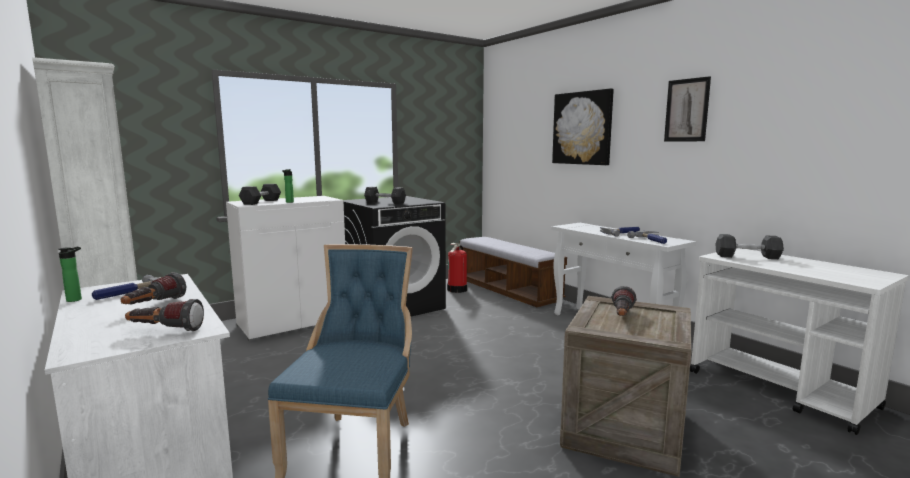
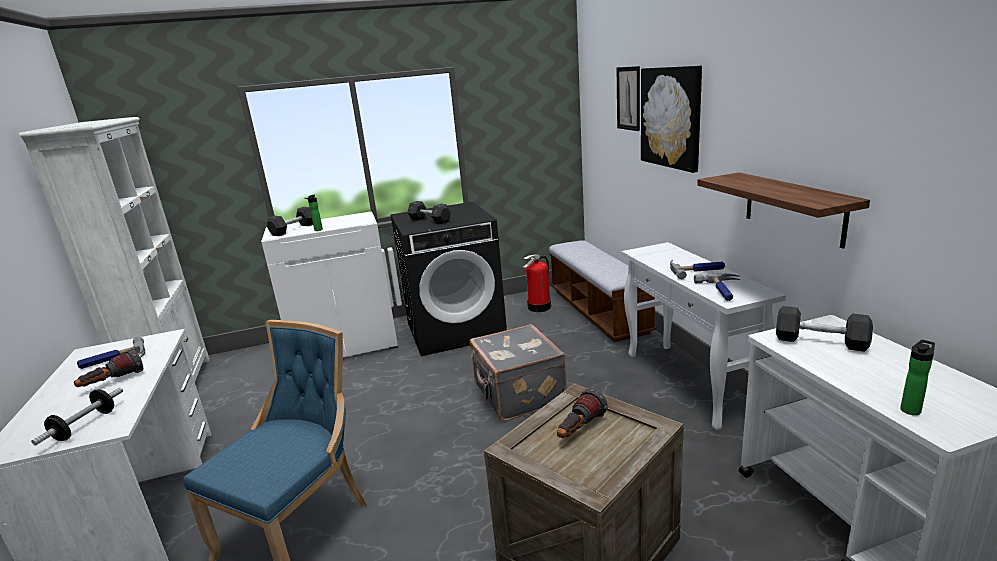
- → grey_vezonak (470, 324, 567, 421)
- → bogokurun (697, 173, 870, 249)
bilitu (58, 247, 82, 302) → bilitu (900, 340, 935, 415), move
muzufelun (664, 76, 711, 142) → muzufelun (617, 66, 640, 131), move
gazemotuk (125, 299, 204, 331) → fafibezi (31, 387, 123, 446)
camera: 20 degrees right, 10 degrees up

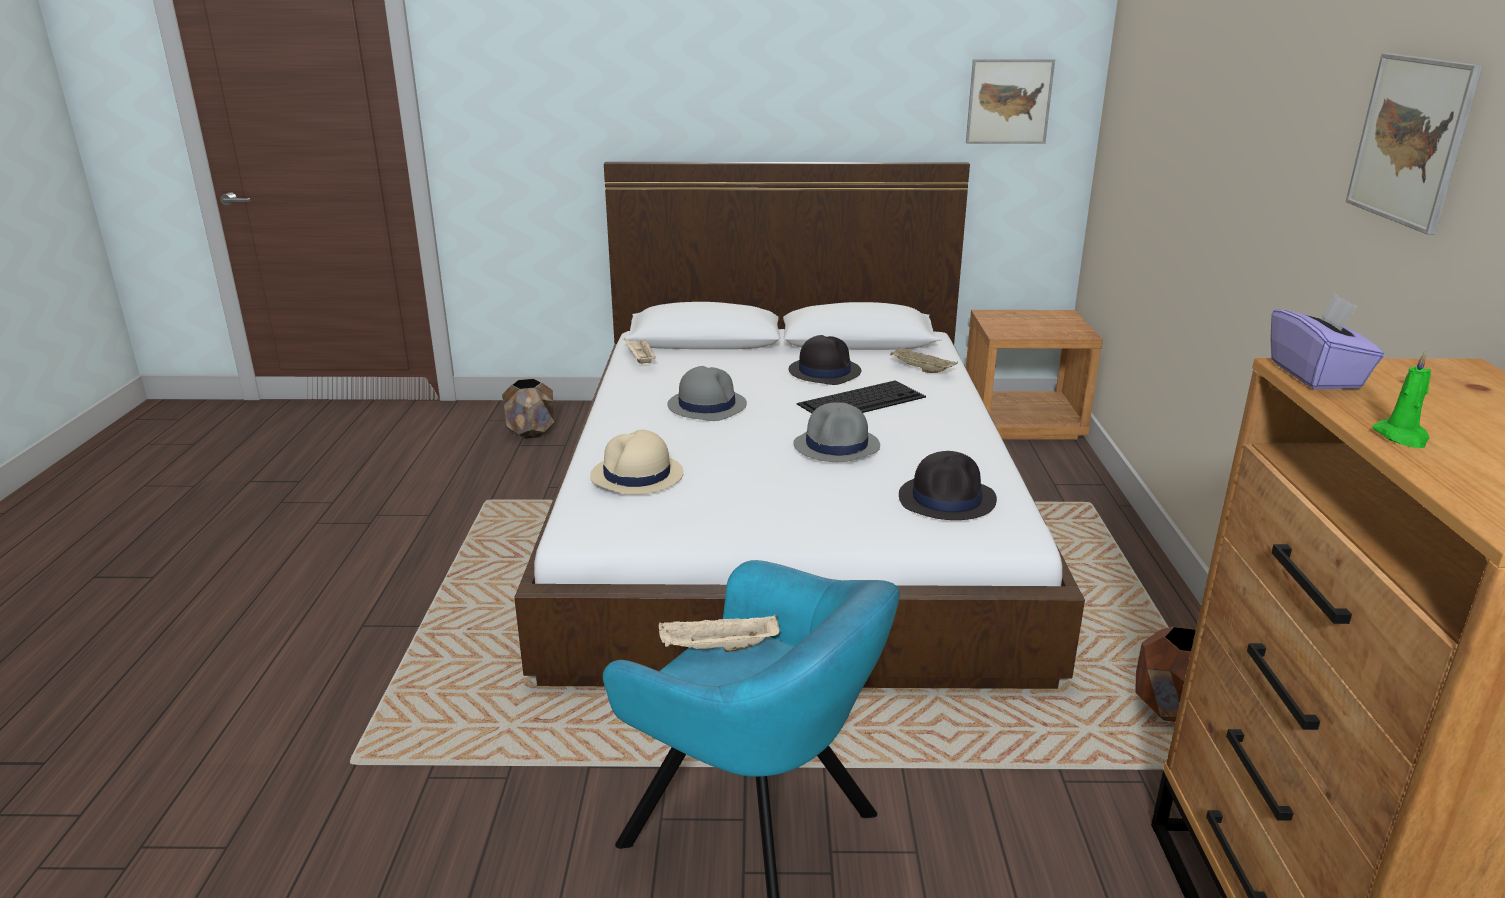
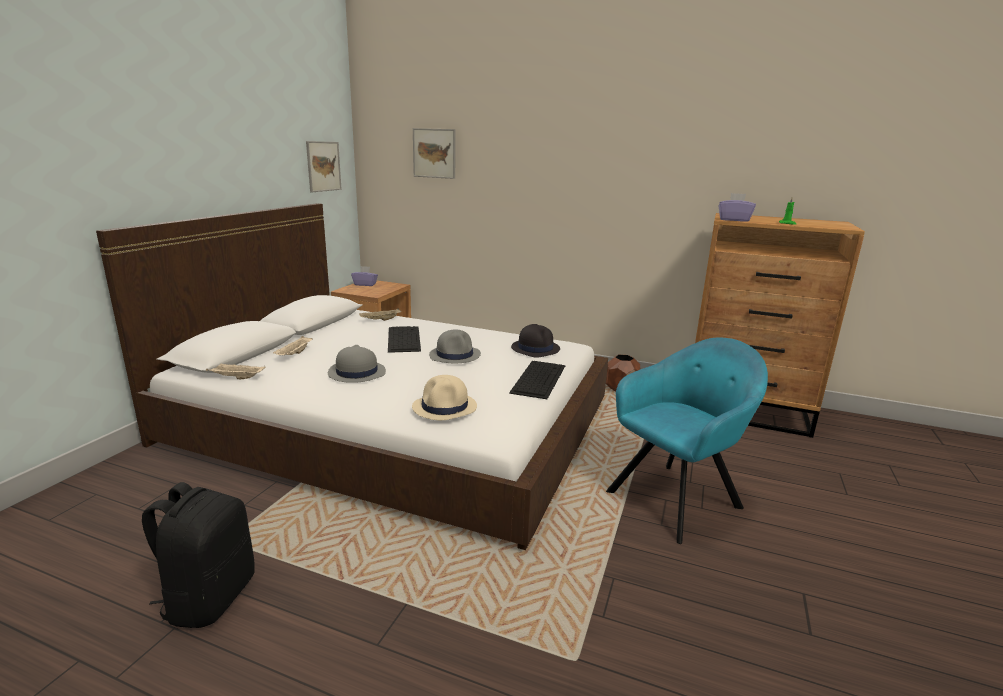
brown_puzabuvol (502, 379, 555, 439) → -
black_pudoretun (789, 335, 861, 385) → -
- → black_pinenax (142, 482, 255, 628)
- → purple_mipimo (351, 266, 378, 286)
- → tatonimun (509, 361, 565, 399)
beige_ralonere (658, 614, 780, 652) → beige_ralonere (273, 336, 312, 355), move
muzufelun (1346, 53, 1483, 235) → muzufelun (413, 128, 455, 179), move
camera: 70 degrees left, 5 degrees down

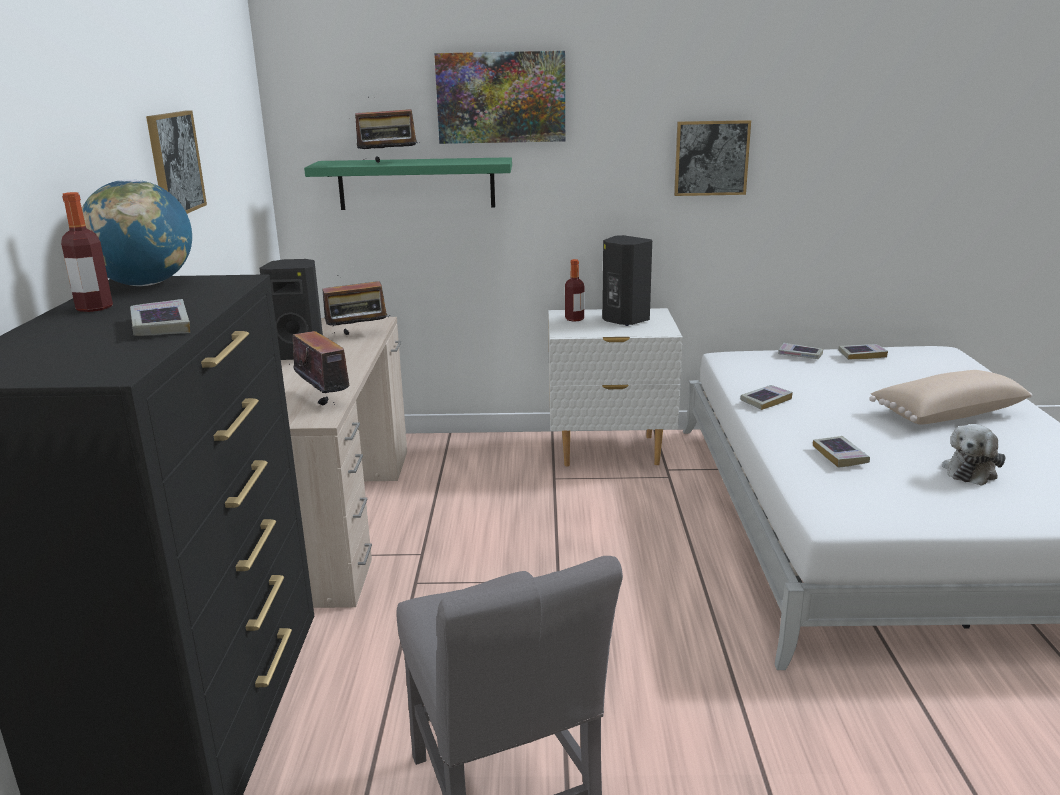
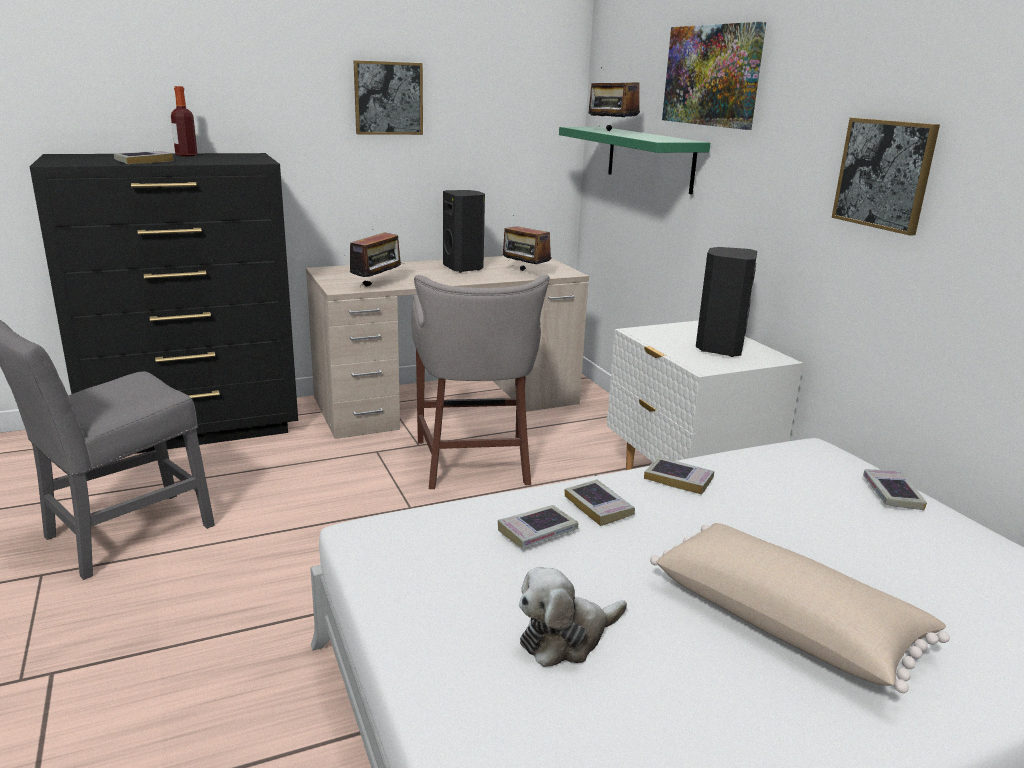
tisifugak (82, 179, 192, 286) → -
bilitu (565, 259, 584, 322) → -
- → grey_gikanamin (411, 275, 550, 489)
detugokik (838, 344, 888, 360) → detugokik (565, 480, 635, 526), move
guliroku (942, 424, 1006, 486) → guliroku (519, 567, 627, 667), 45 degrees counterclockwise
camera: 65 degrees right, 0 degrees up

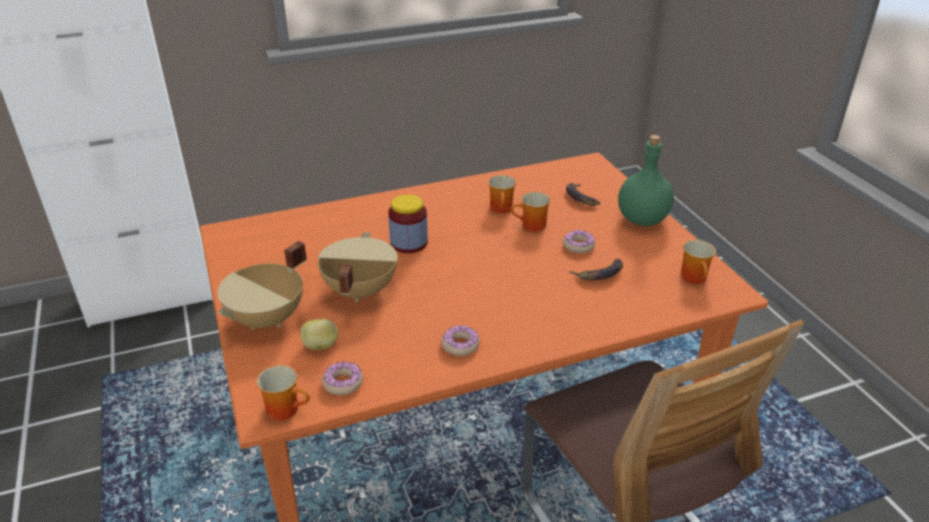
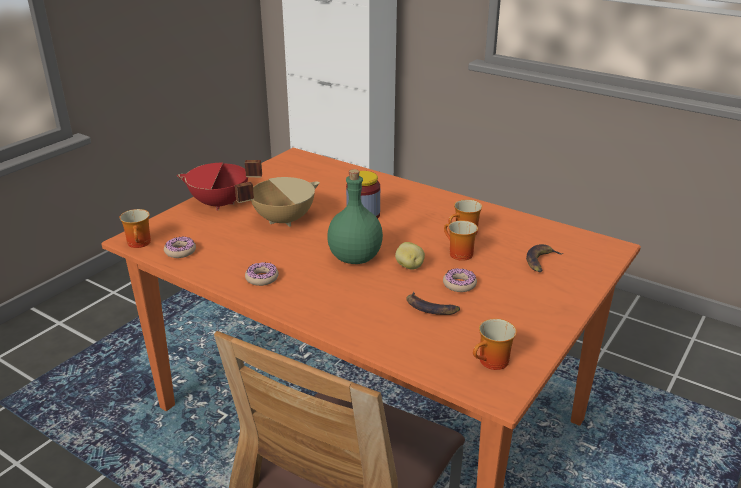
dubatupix (300, 319, 338, 350) → dubatupix (395, 242, 425, 270), move
green_bilitu (618, 135, 674, 226) → green_bilitu (327, 169, 383, 264), move
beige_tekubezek (218, 241, 307, 330) → red_tekubezek (177, 160, 262, 210)
camera: 55 degrees right, 5 degrees down

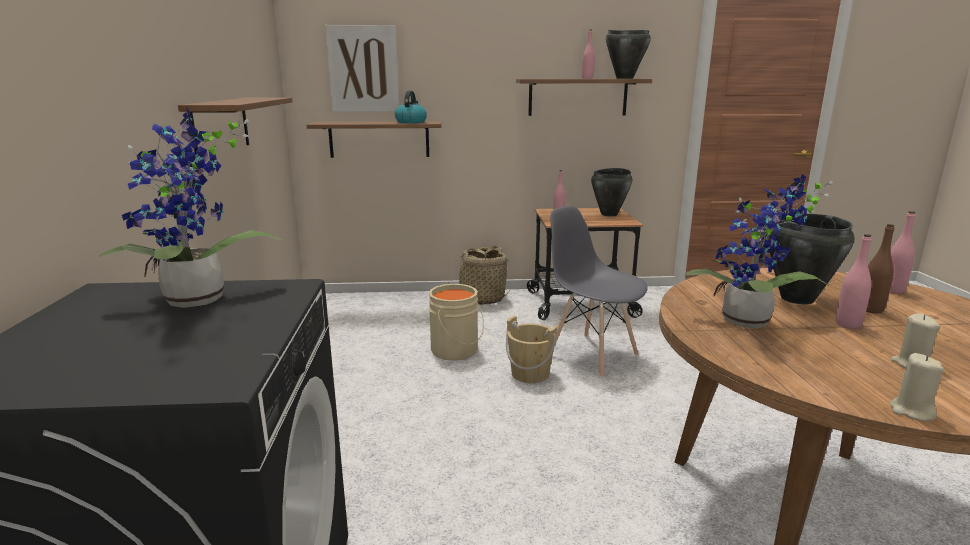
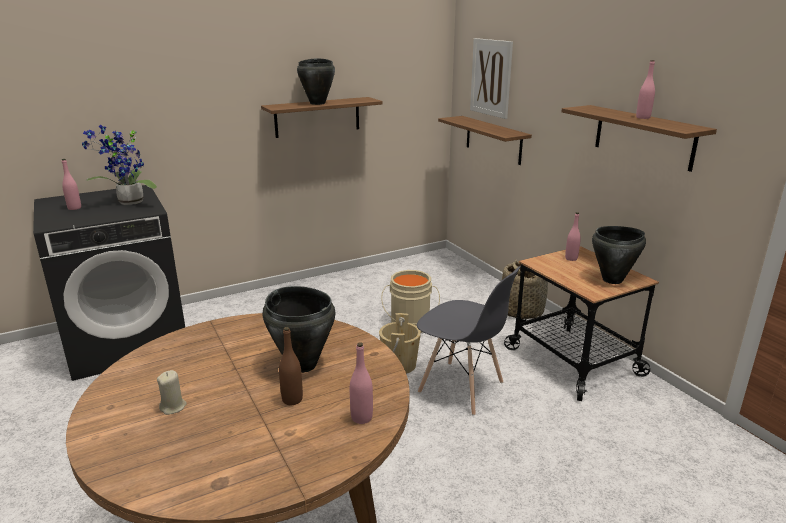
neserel (395, 91, 427, 123) → -
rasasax (684, 174, 833, 328) → -
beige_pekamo (889, 353, 944, 421) → -
black_tekubezek (606, 30, 651, 79) → black_tekubezek (297, 58, 335, 105), move
pink_bilitu (835, 234, 872, 329) → pink_bilitu (62, 159, 81, 210), move
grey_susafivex (550, 206, 648, 377) → grey_susafivex (417, 266, 521, 416), 105 degrees clockwise
camera: 65 degrees right, 5 degrees up

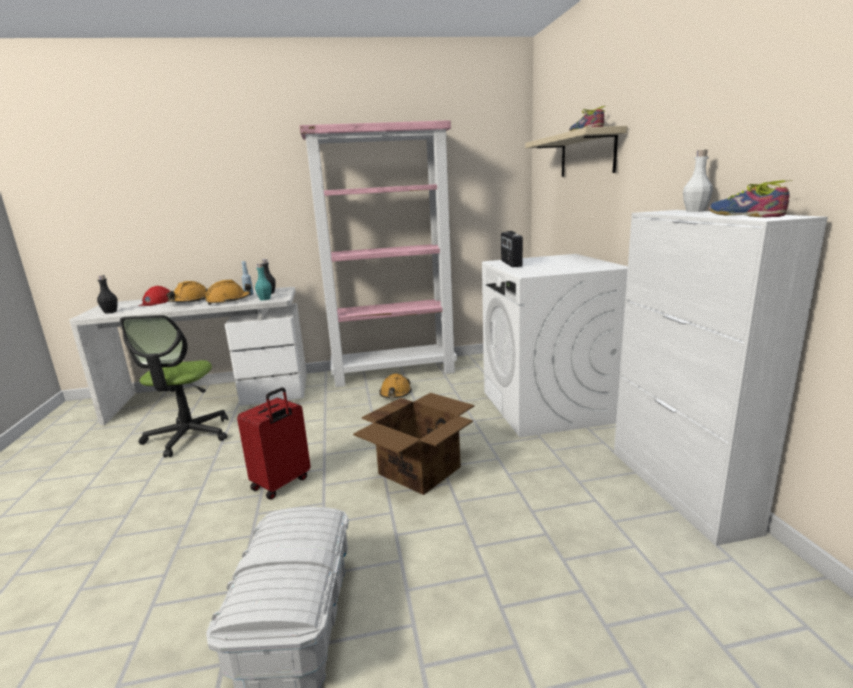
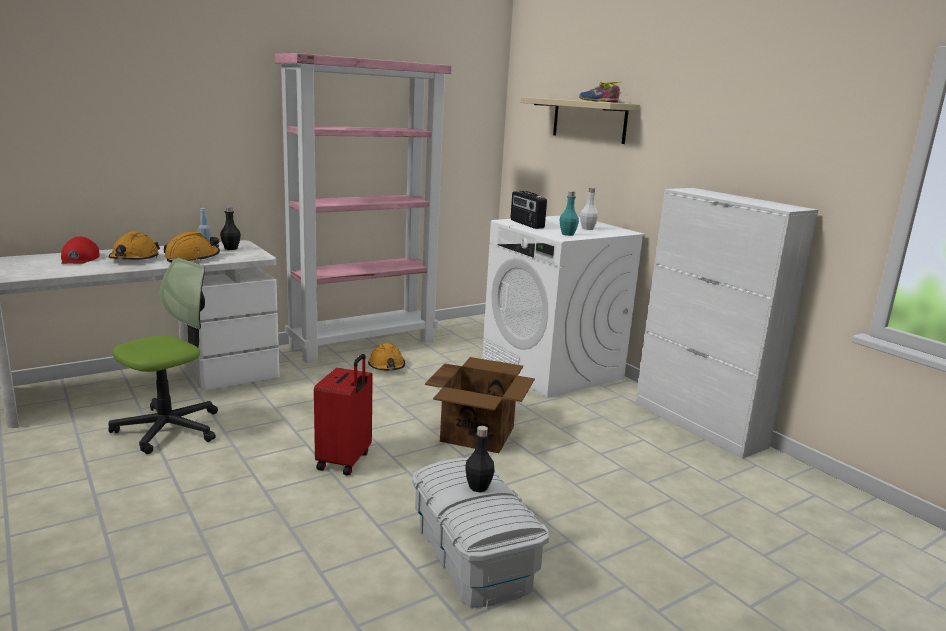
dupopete (709, 180, 793, 217) → -
black_bilitu (97, 275, 118, 314) → black_bilitu (465, 426, 494, 492), move
turquoise_bilitu (255, 263, 272, 300) → turquoise_bilitu (560, 191, 579, 236), move
white_bilitu (683, 150, 713, 212) → white_bilitu (580, 188, 599, 230), move
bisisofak (120, 315, 228, 457) → bisisofak (108, 258, 218, 454), 120 degrees counterclockwise
camera: 25 degrees left, 0 degrees up

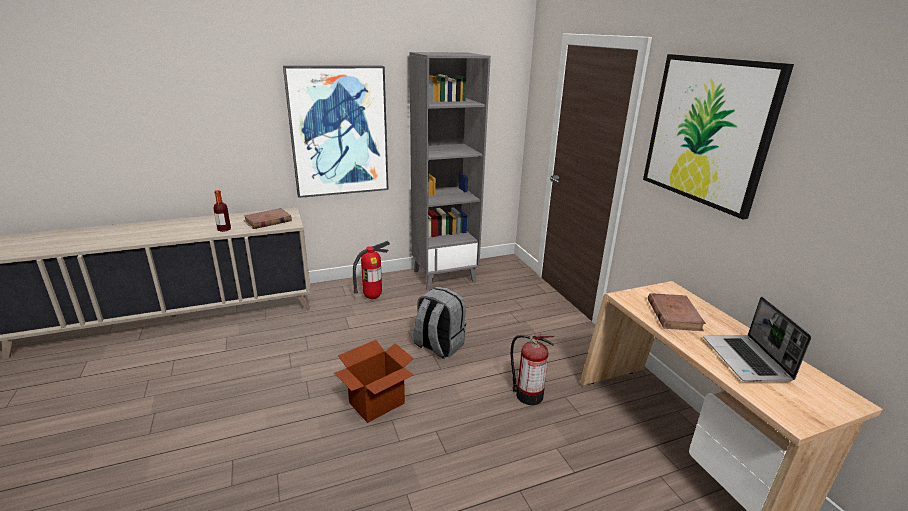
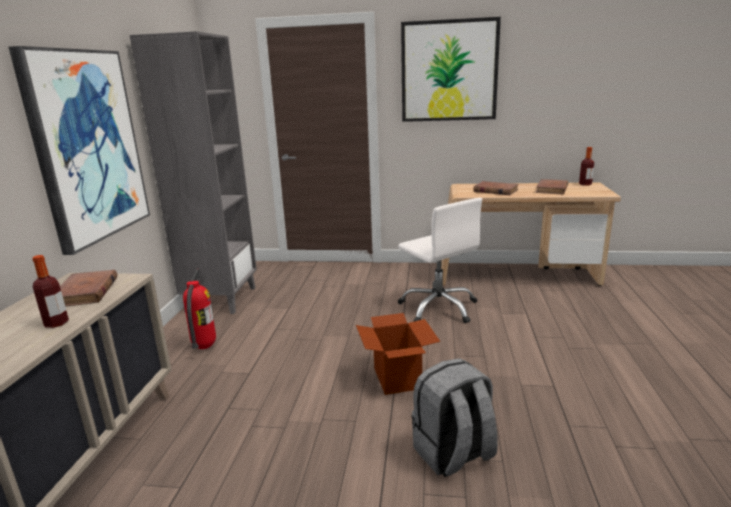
- → bilitu (579, 147, 594, 186)
grey_pinenax (413, 287, 466, 359) → grey_pinenax (412, 358, 498, 477), move
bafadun (511, 334, 554, 405) → white_bisisofak (398, 198, 482, 323)
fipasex (703, 297, 811, 382) → brown_detugokik (535, 179, 568, 194)
camera: 60 degrees left, 5 degrees down

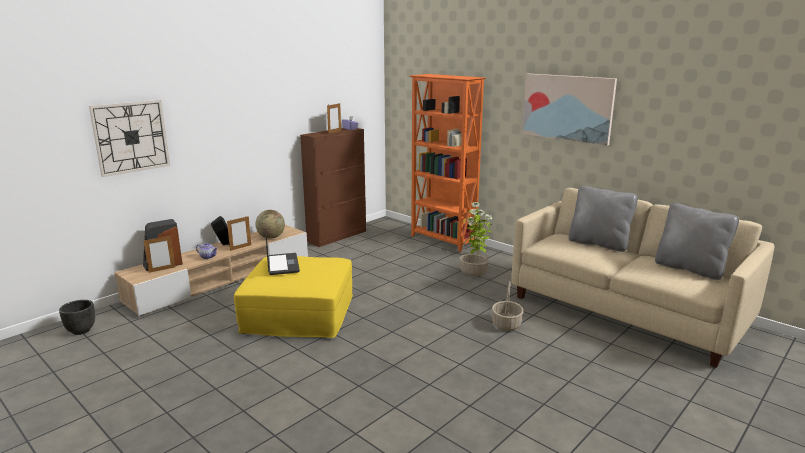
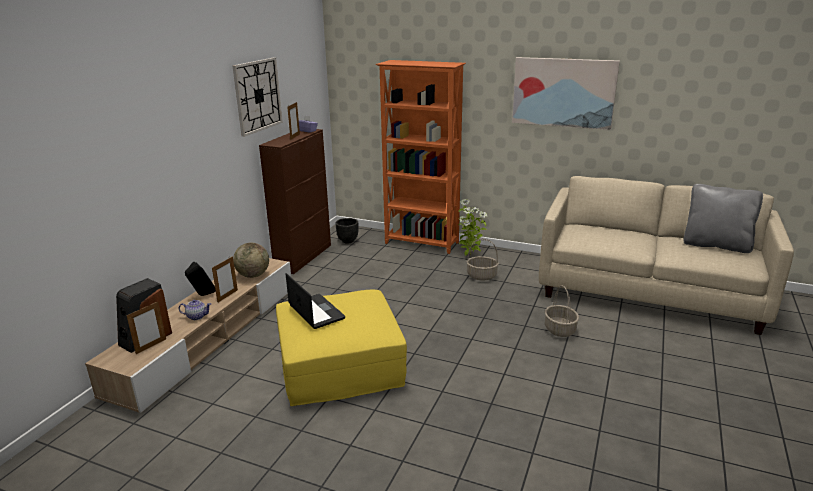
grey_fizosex (569, 185, 638, 252) → -
black_puzabuvol (59, 300, 95, 335) → black_puzabuvol (336, 218, 359, 243), move
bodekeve (89, 100, 170, 177) → bodekeve (233, 57, 283, 137), move
camera: 20 degrees left, 5 degrees up

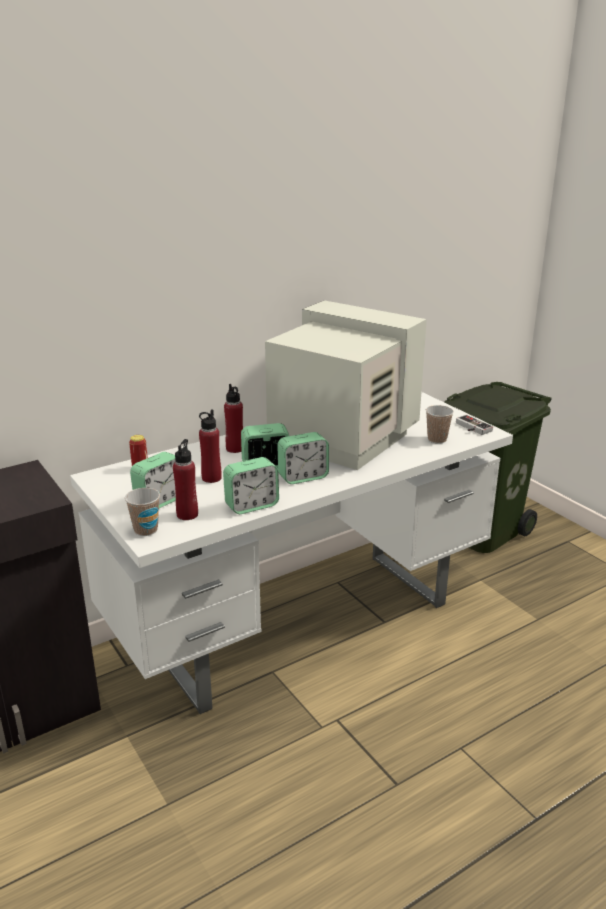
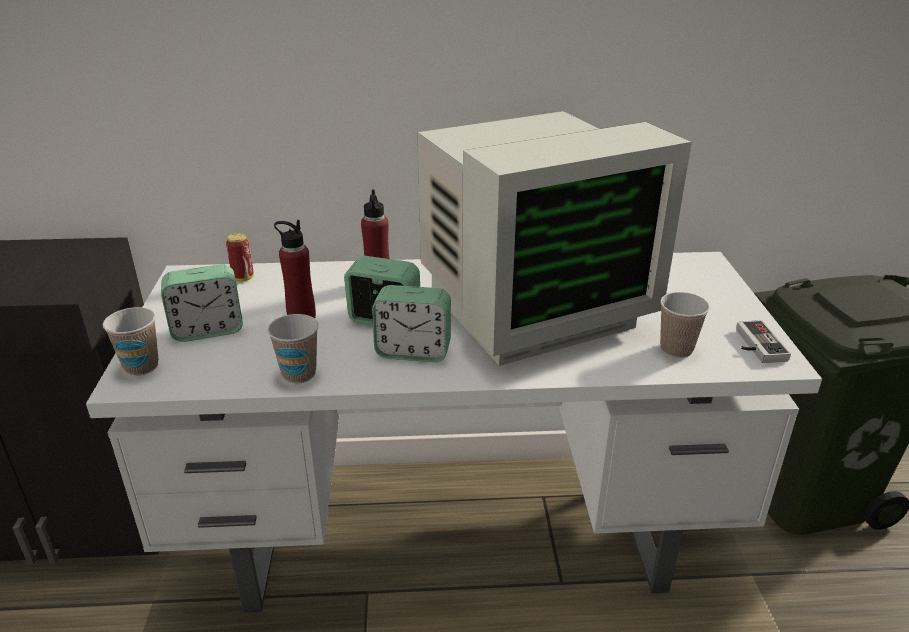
red_bilitu (173, 439, 198, 520) → -
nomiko (223, 457, 279, 514) → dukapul (267, 314, 319, 384)
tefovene (265, 300, 427, 470) → tefovene (418, 111, 692, 366), 90 degrees clockwise
camera: 30 degrees right, 5 degrees up

